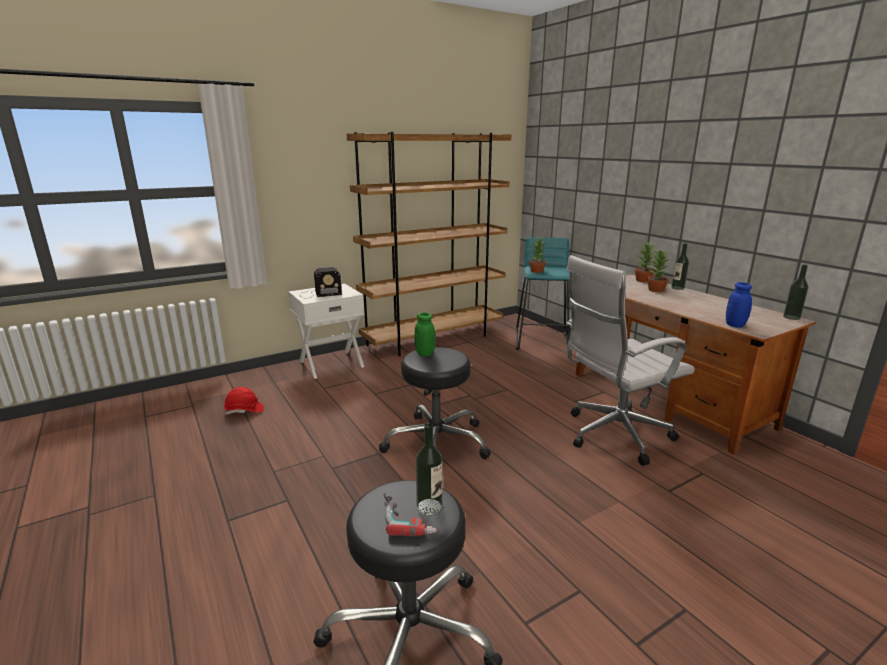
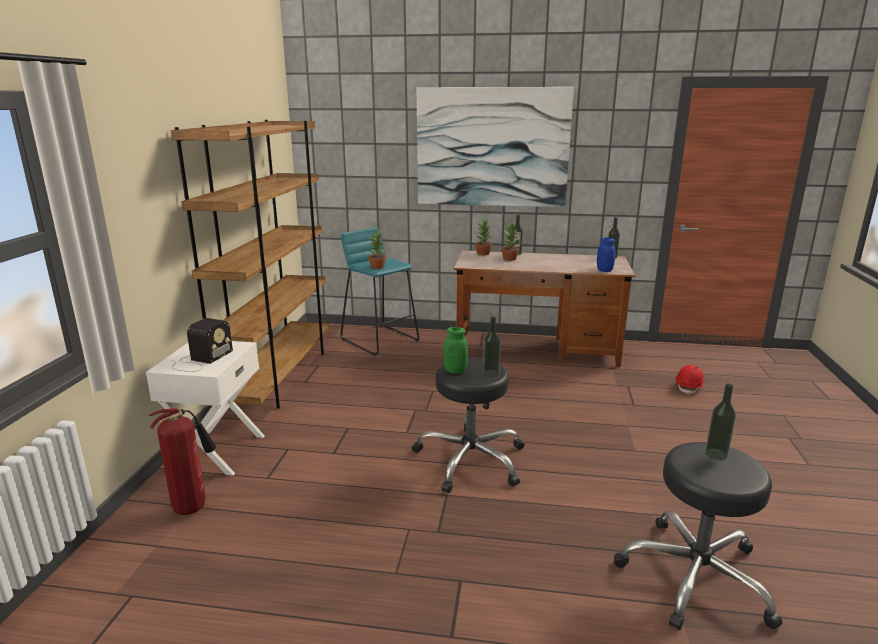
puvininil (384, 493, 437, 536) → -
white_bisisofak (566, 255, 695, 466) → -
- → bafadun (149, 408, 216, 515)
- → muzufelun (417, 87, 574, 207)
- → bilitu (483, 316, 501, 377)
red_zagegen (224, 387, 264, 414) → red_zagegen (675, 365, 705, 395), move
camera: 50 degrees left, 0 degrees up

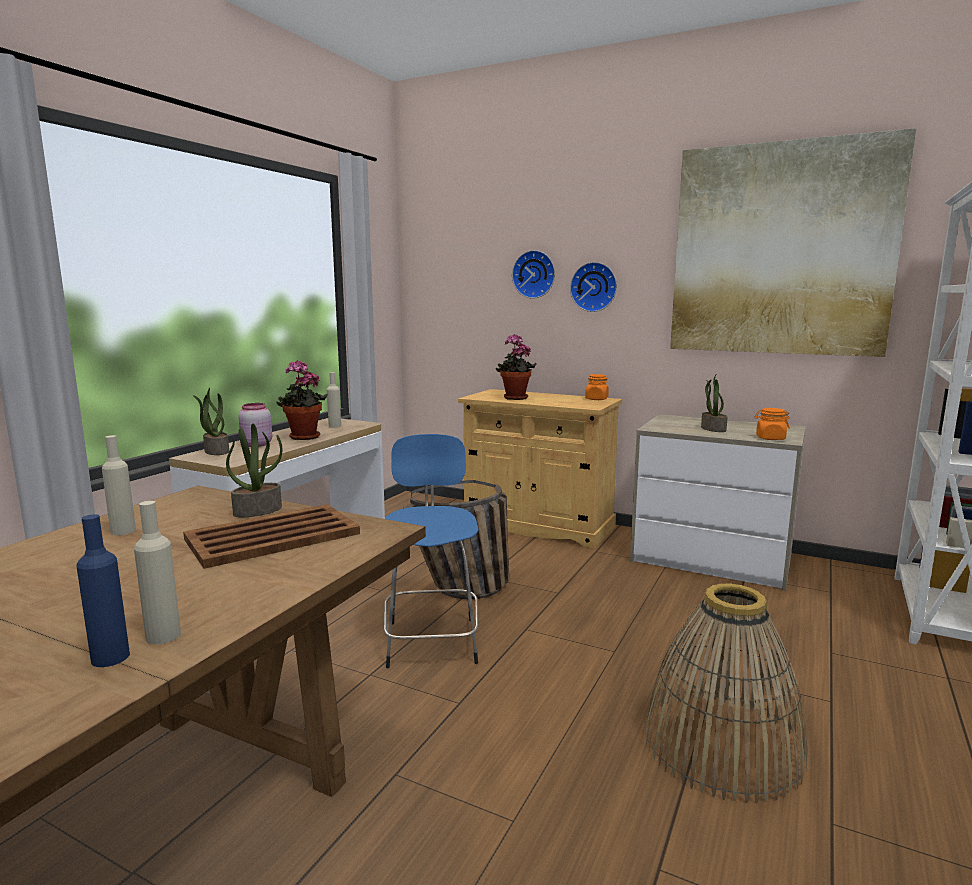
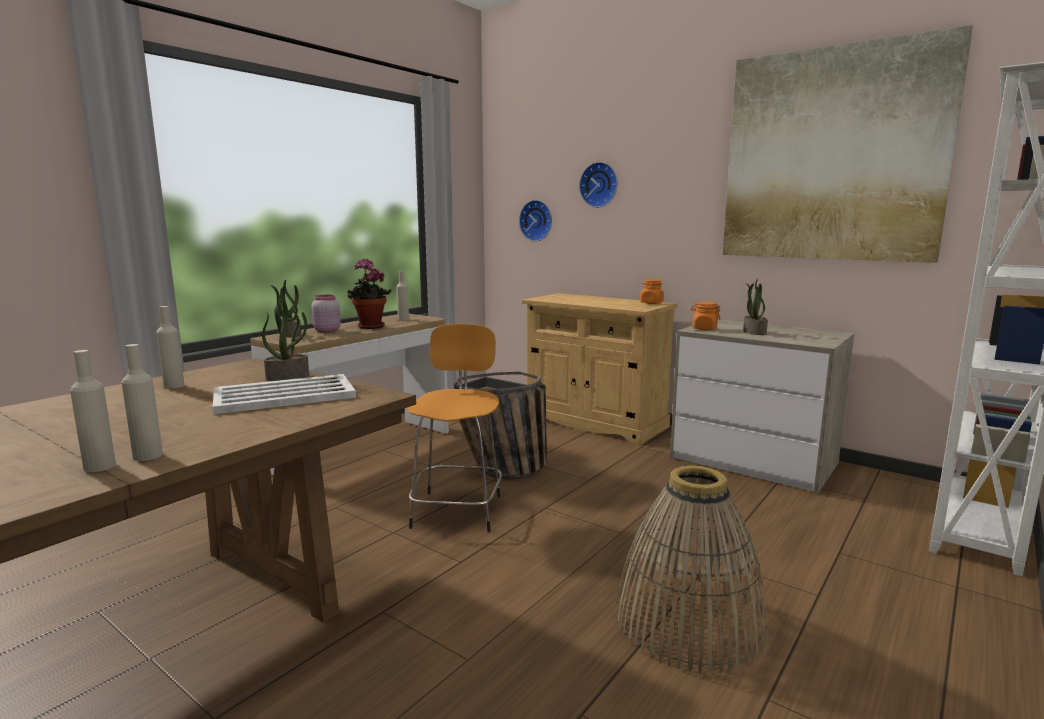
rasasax (496, 334, 537, 400) → -
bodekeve (570, 262, 617, 312) → bodekeve (519, 200, 552, 242), move
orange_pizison (754, 408, 790, 440) → orange_pizison (690, 302, 721, 330), move
blue_bilitu (77, 514, 130, 667) → beige_bilitu (70, 350, 116, 472)
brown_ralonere (183, 504, 360, 569) → white_ralonere (213, 374, 356, 414)
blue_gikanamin (384, 434, 479, 668) → orange_gikanamin (408, 324, 502, 532)
camera: 10 degrees right, 0 degrees up

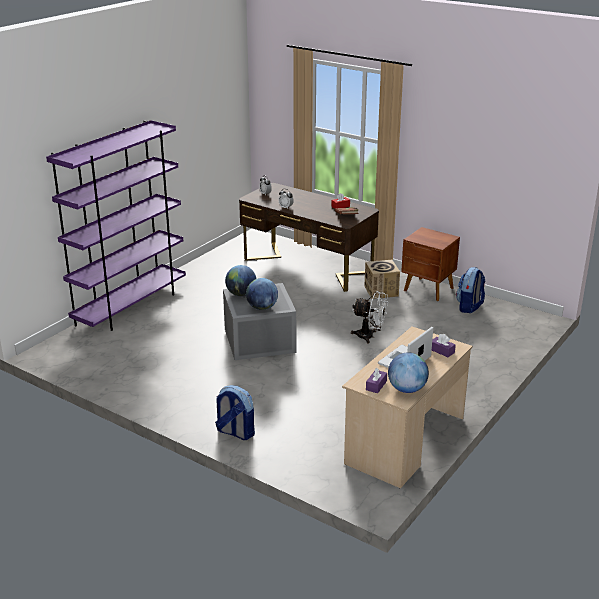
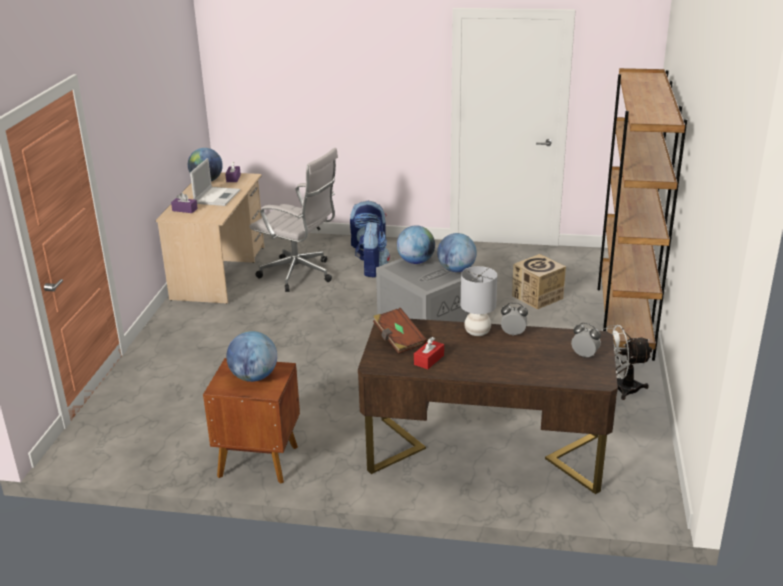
- → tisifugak (226, 331, 277, 382)
- → white_bisisofak (249, 148, 338, 292)
- → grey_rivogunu (461, 266, 497, 336)
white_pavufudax (351, 291, 388, 344) → white_pavufudax (602, 325, 652, 400), move
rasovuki (364, 260, 400, 299) → rasovuki (512, 254, 566, 310), move
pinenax (456, 267, 485, 313) → pinenax (355, 222, 390, 278), move
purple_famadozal (46, 120, 186, 331) → brown_famadozal (598, 68, 687, 361)
camera: 155 degrees right, 0 degrees up

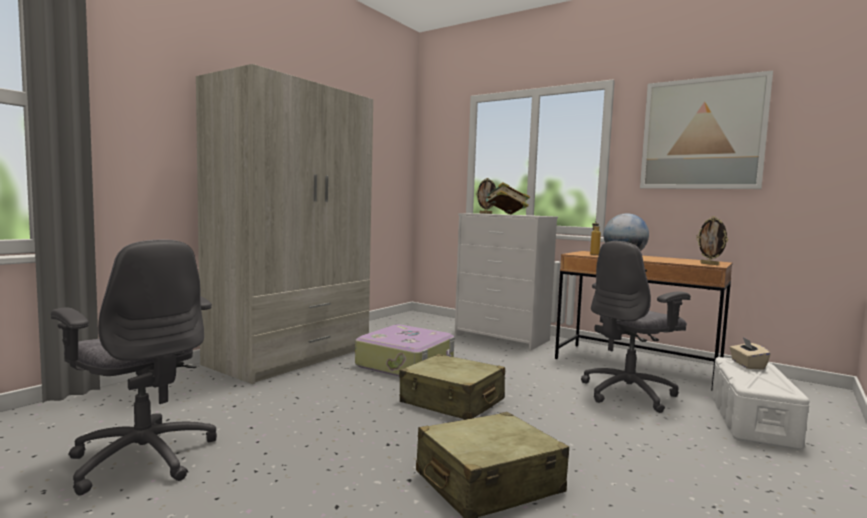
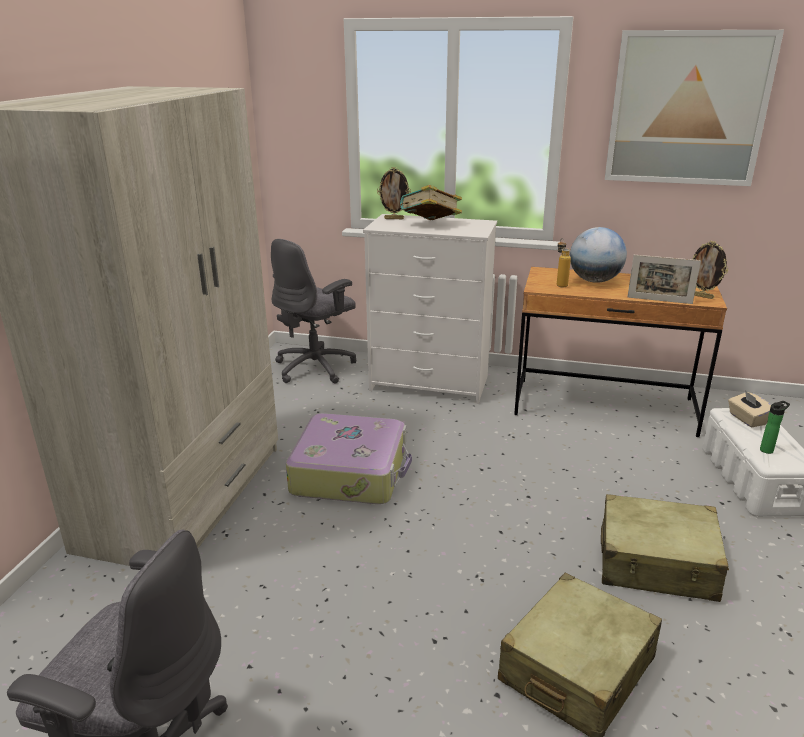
- → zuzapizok (628, 255, 701, 304)
- → bilitu (760, 401, 790, 454)
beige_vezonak (399, 354, 505, 420) → beige_vezonak (601, 494, 729, 602), move
grey_bisisofak (581, 241, 691, 413) → grey_bisisofak (271, 239, 356, 384), move
camera: 20 degrees left, 20 degrees up

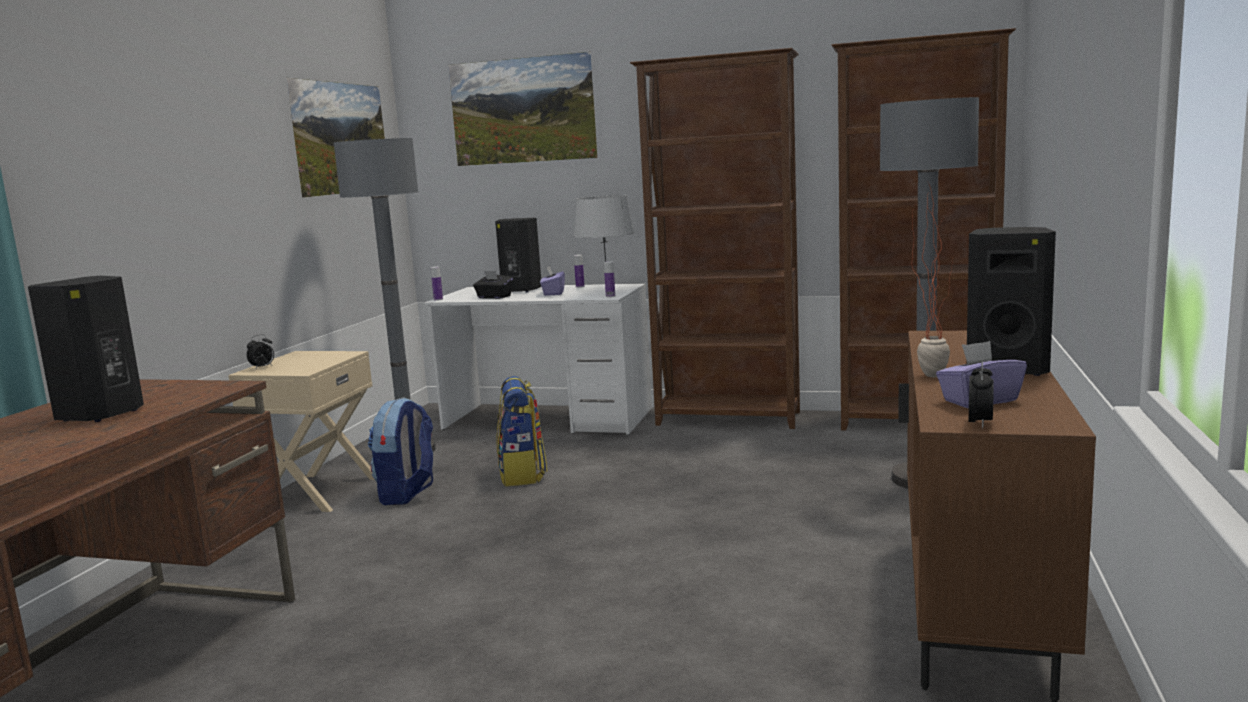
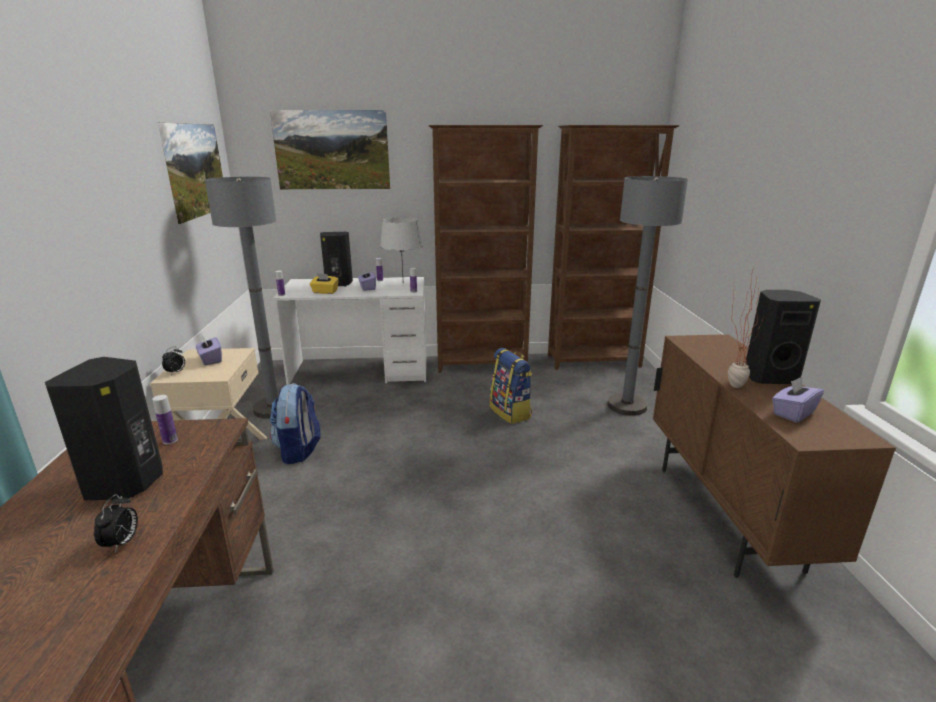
- → bilitu (152, 395, 178, 444)
- → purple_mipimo (196, 335, 222, 365)
pinenax (496, 376, 547, 487) → pinenax (490, 348, 532, 424), move
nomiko (969, 361, 994, 428) → nomiko (94, 494, 138, 552), move
black_mipimo (473, 271, 513, 299) → yellow_mipimo (310, 273, 339, 294)
camera: 20 degrees left, 10 degrees up

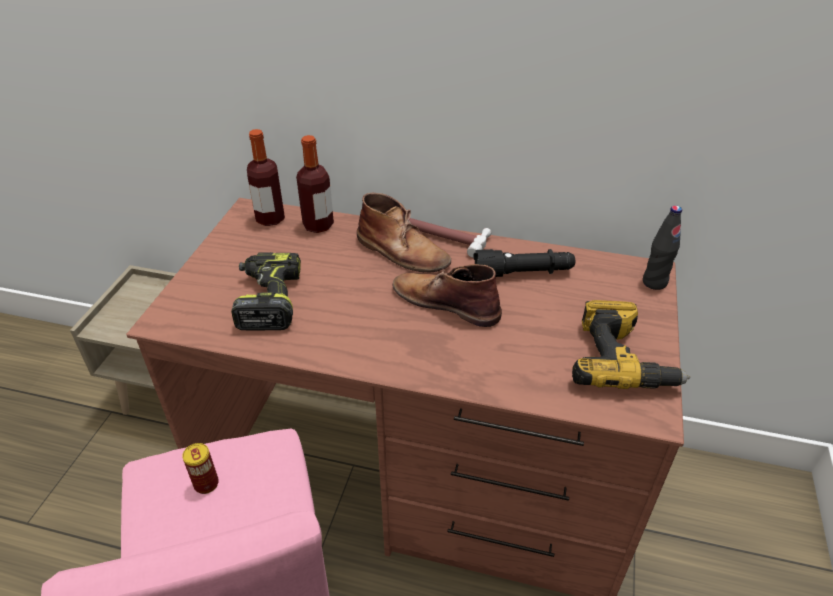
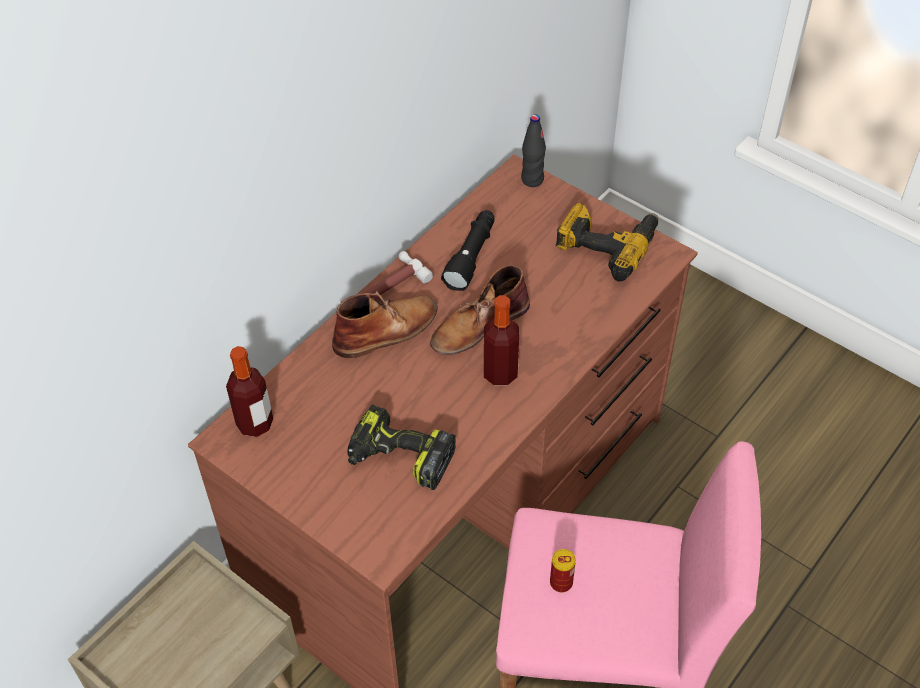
bilitu (296, 135, 334, 233) → bilitu (484, 295, 519, 386), move
camera: 65 degrees left, 10 degrees up

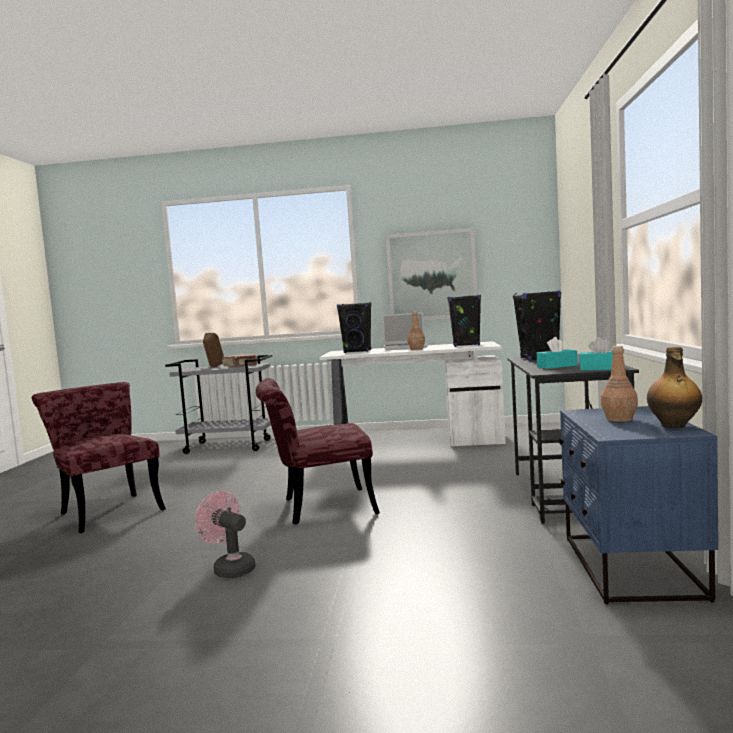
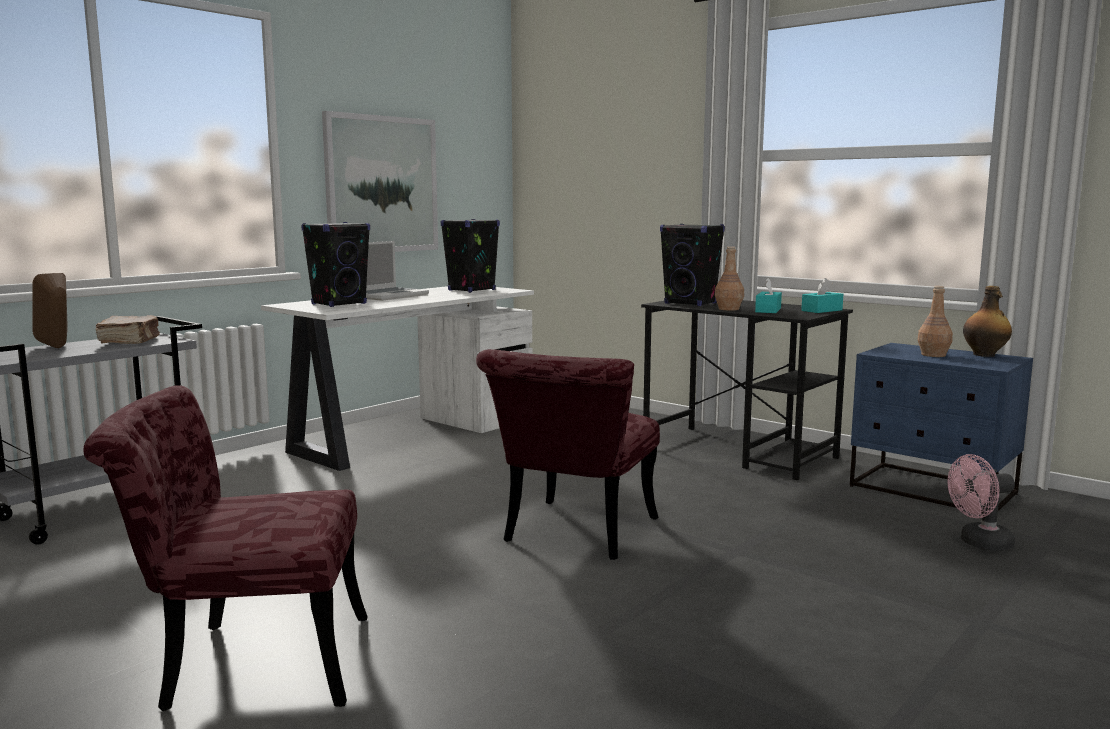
pink_pavufudax (195, 491, 255, 578) → pink_pavufudax (948, 454, 1015, 551), move
brown_bilitu (408, 311, 425, 350) → brown_bilitu (715, 247, 744, 311), move
camera: 55 degrees left, 5 degrees up

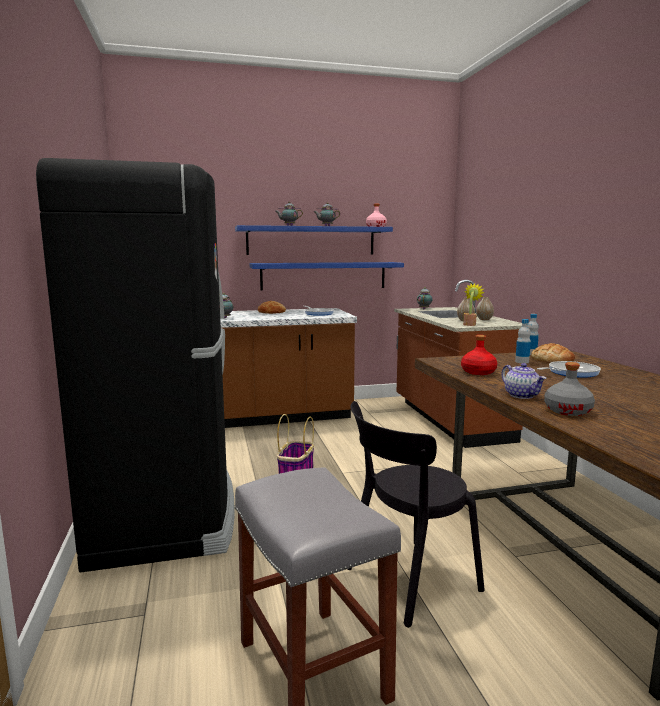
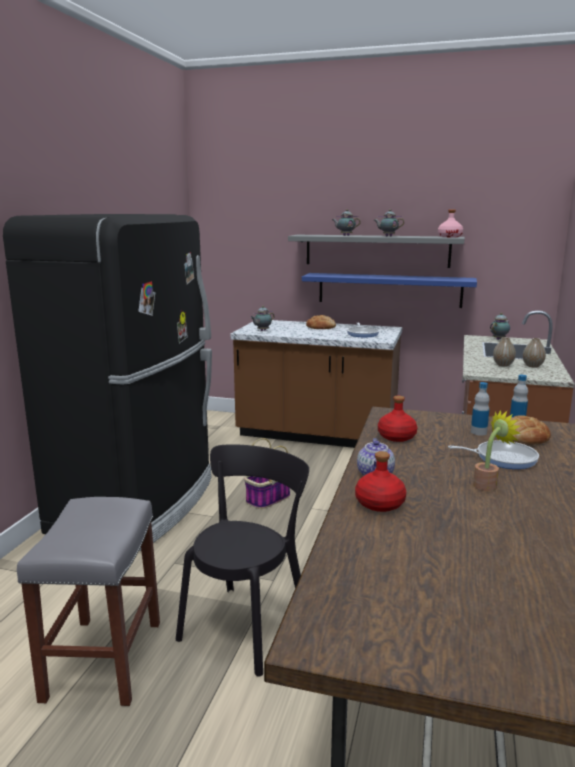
rasasax (463, 283, 485, 326) → rasasax (473, 410, 521, 491), move
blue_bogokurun (235, 225, 393, 255) → grey_bogokurun (288, 235, 465, 268)
grey_bilitu (544, 362, 595, 416) → red_bilitu (355, 451, 406, 512)
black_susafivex (347, 401, 485, 628) → black_susafivex (176, 444, 309, 677), 120 degrees clockwise
camera: 30 degrees right, 5 degrees up

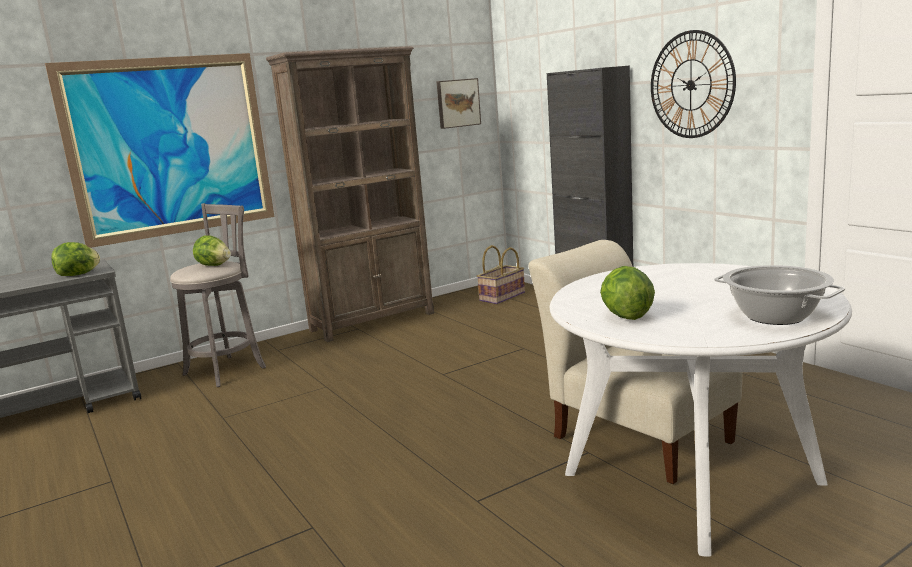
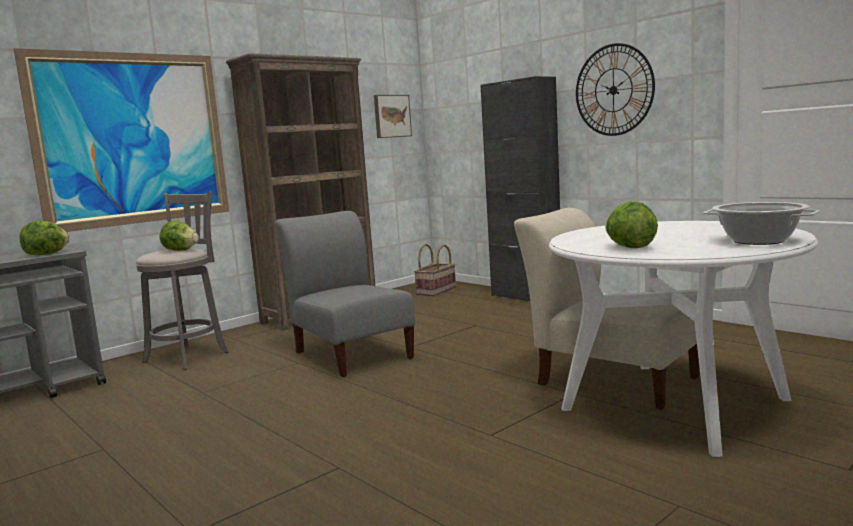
- → grey_susafivex (275, 211, 415, 377)
camera: 10 degrees left, 5 degrees down

